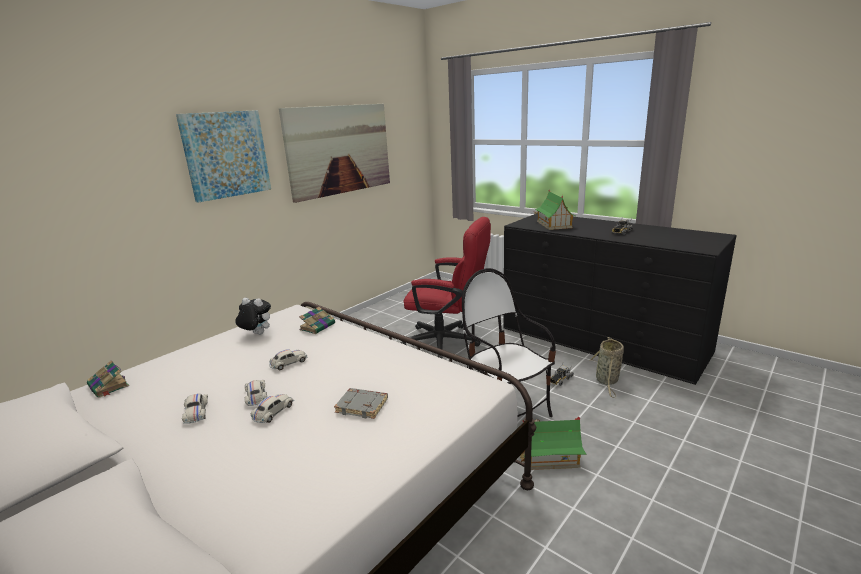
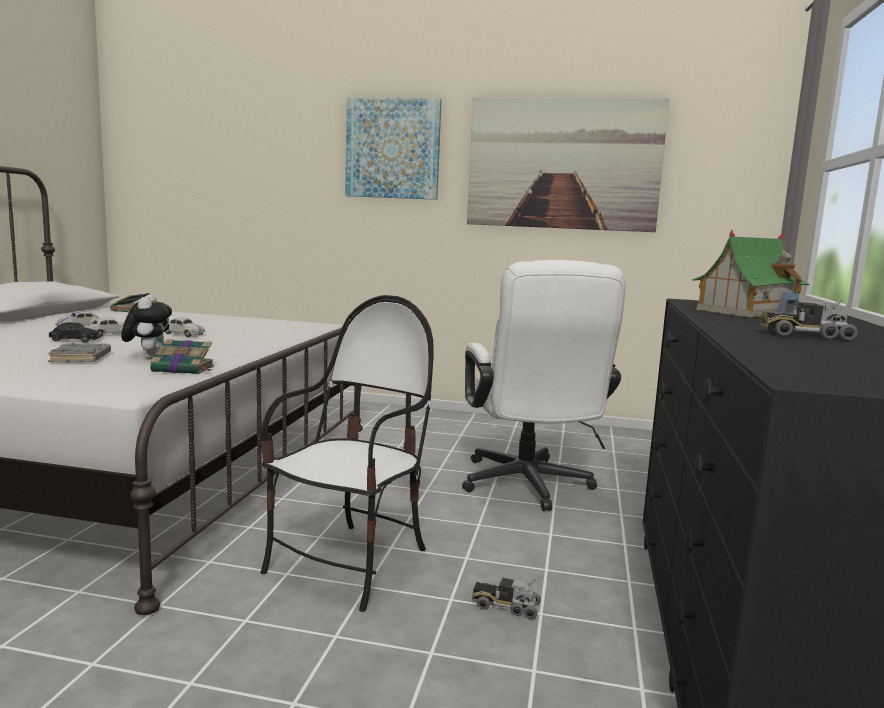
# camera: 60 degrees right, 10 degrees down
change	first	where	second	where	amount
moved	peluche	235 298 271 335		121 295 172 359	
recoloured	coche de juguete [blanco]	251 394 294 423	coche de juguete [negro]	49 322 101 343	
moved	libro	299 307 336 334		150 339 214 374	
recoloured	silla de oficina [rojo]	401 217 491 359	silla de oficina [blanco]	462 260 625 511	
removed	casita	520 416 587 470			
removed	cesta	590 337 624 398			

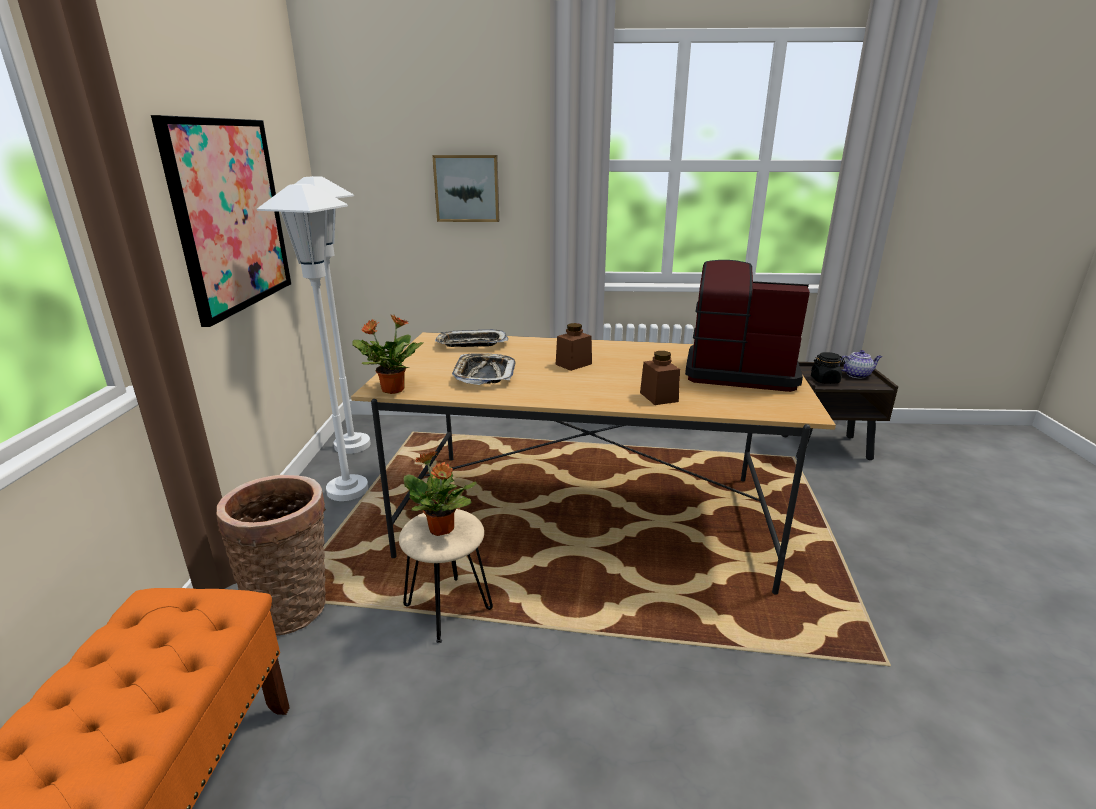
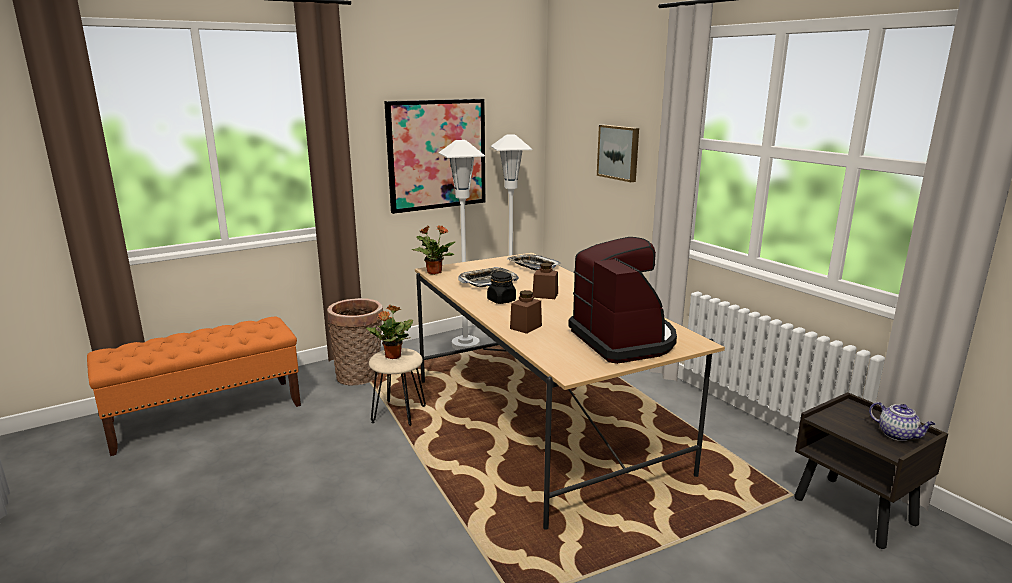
# camera: 55 degrees right, 5 degrees down
change	first	where	second	where	amount
moved	tarro [negro]	811 352 845 384		487 272 516 304	

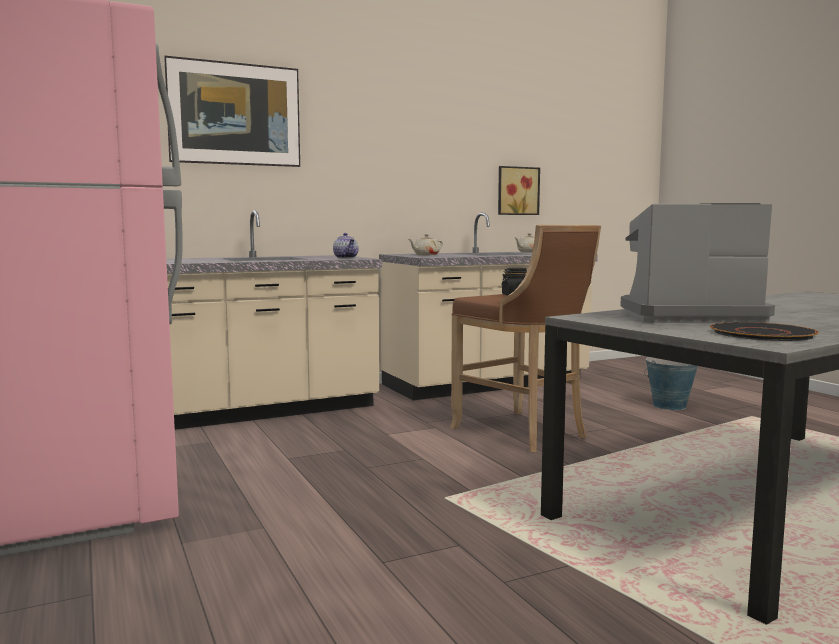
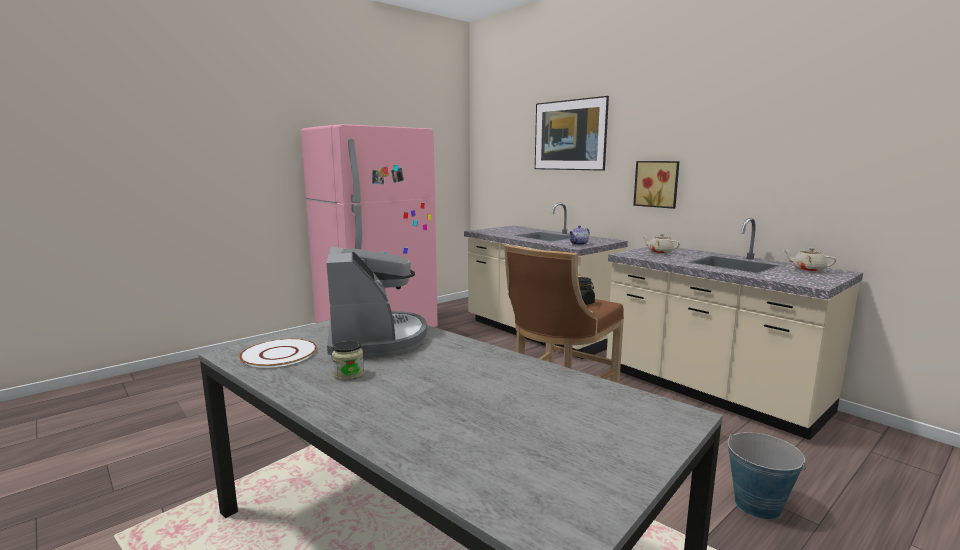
# camera: 75 degrees right, 5 degrees up
change	first	where	second	where	amount
moved	cuadro	498 166 540 215		633 161 680 209	
recoloured	plato [negro]	710 322 819 341	plato [blanco]	239 339 317 368	
added			tarro	332 340 364 380	

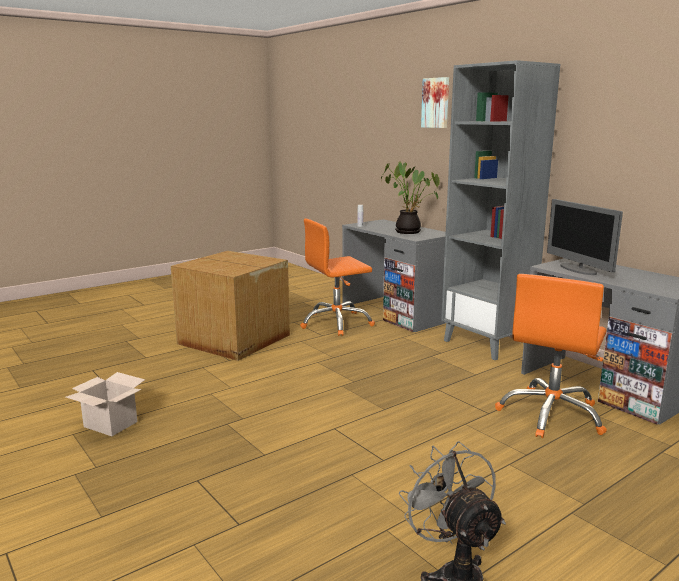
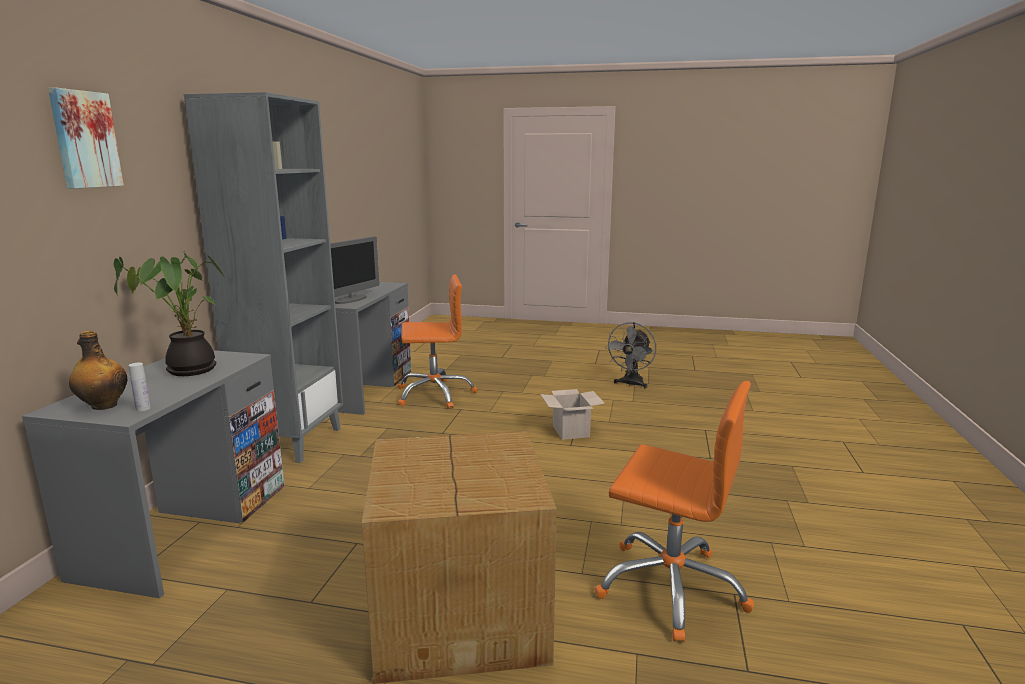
# camera: 130 degrees left, 0 degrees up
change	first	where	second	where	amount
moved	caja de cartón	66 372 145 436		540 389 605 440	
moved	silla de oficina [naranja]	300 219 375 336		594 381 754 642	
added			botella	69 331 127 410	

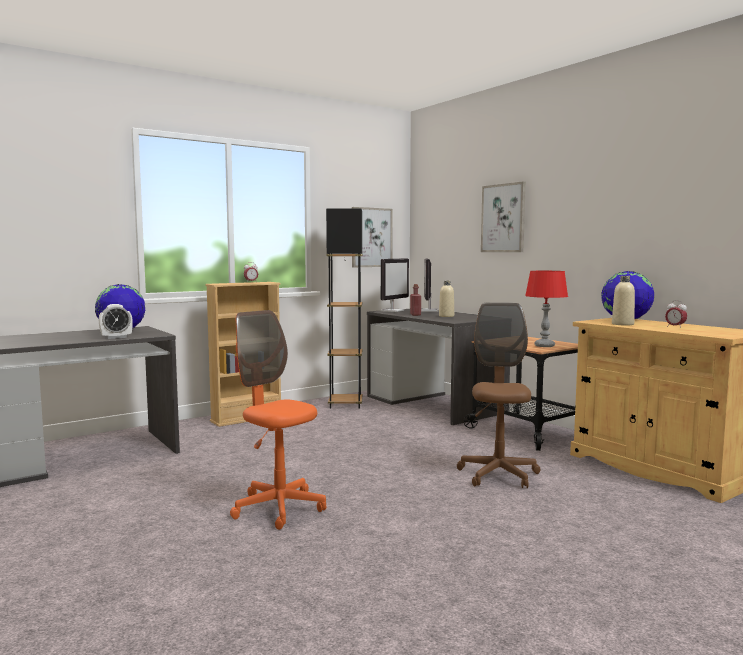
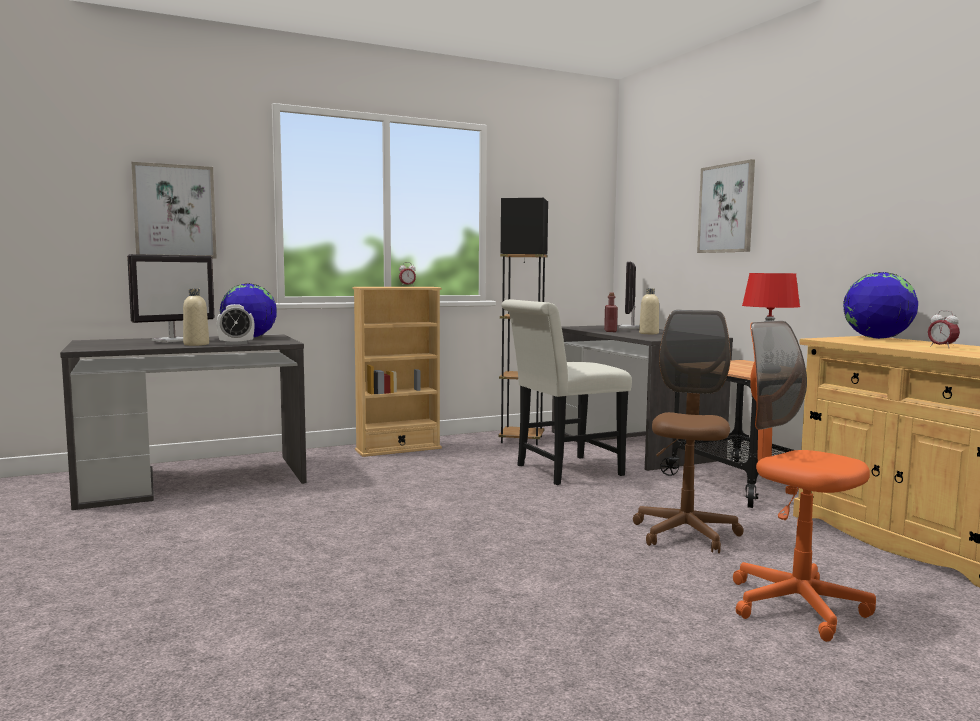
# camera: 10 degrees right, 0 degrees up
change	first	where	second	where	amount
moved	silla de oficina [naranja]	230 310 327 530		733 321 876 642	
moved	cuadro	352 207 393 267		132 162 217 258	
moved	monitor	381 258 409 312		127 254 214 343	
moved	botella [beis]	612 276 635 326		183 288 209 346	
added			silla [blanco]	501 299 632 485	

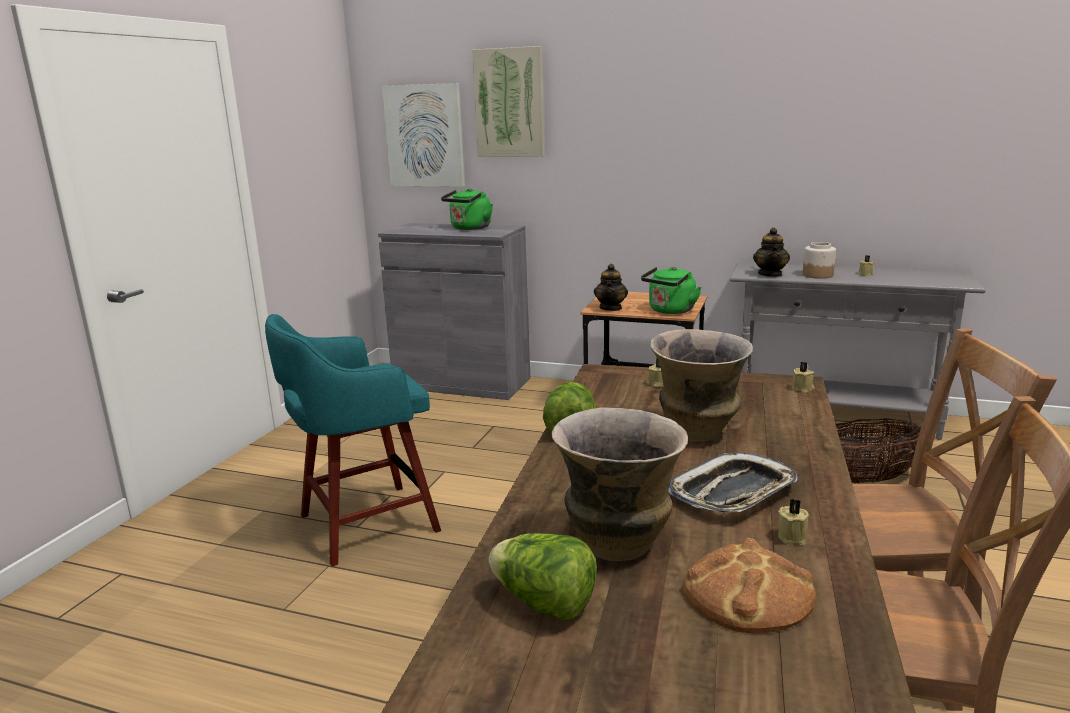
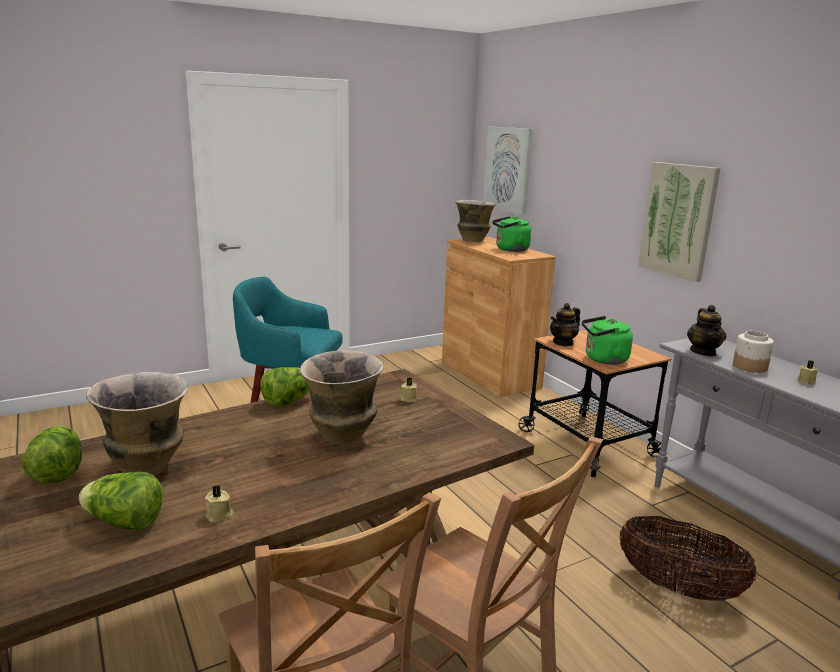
# camera: 40 degrees right, 0 degrees up
change	first	where	second	where	amount
recoloured	armario [gris]	378 223 530 400	armario [marrón]	442 237 556 397	
moved	cuadro	472 46 545 157		638 162 720 282	
removed	bandeja	668 452 798 512			
replaced	pan	683 538 816 633	lechuga	79 471 163 531	
turned	tetera	753 228 790 277		687 305 726 356	45 degrees counterclockwise
removed	vela [beis]	792 362 815 393			
added			florero	455 200 496 242	

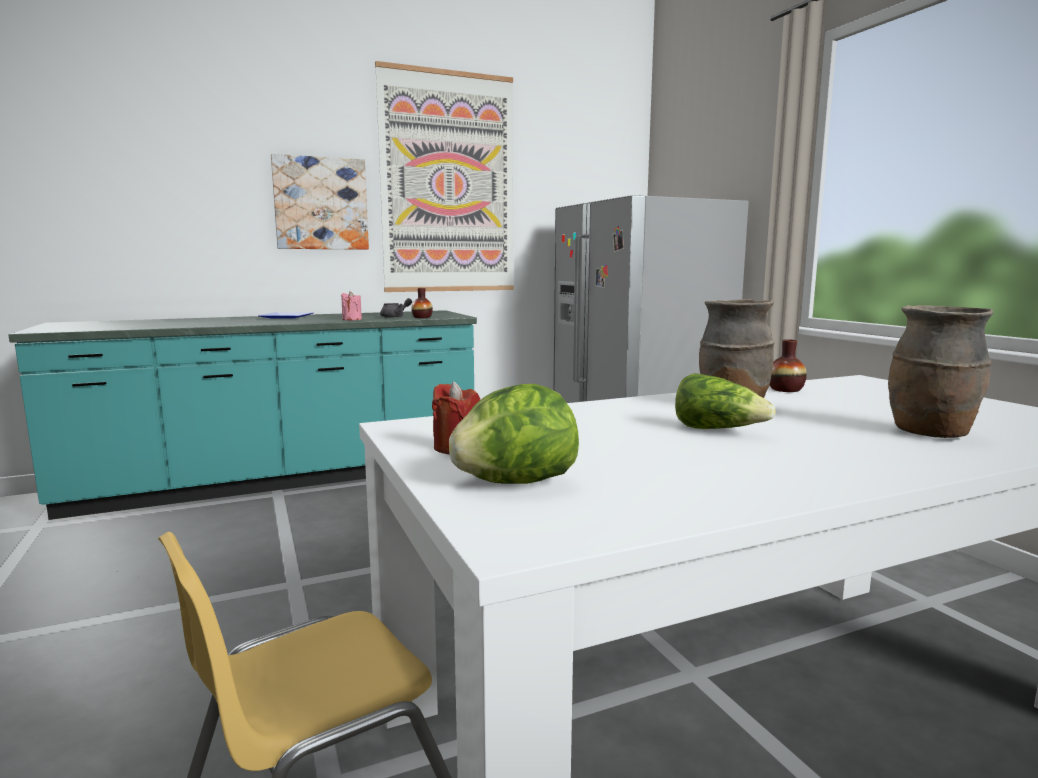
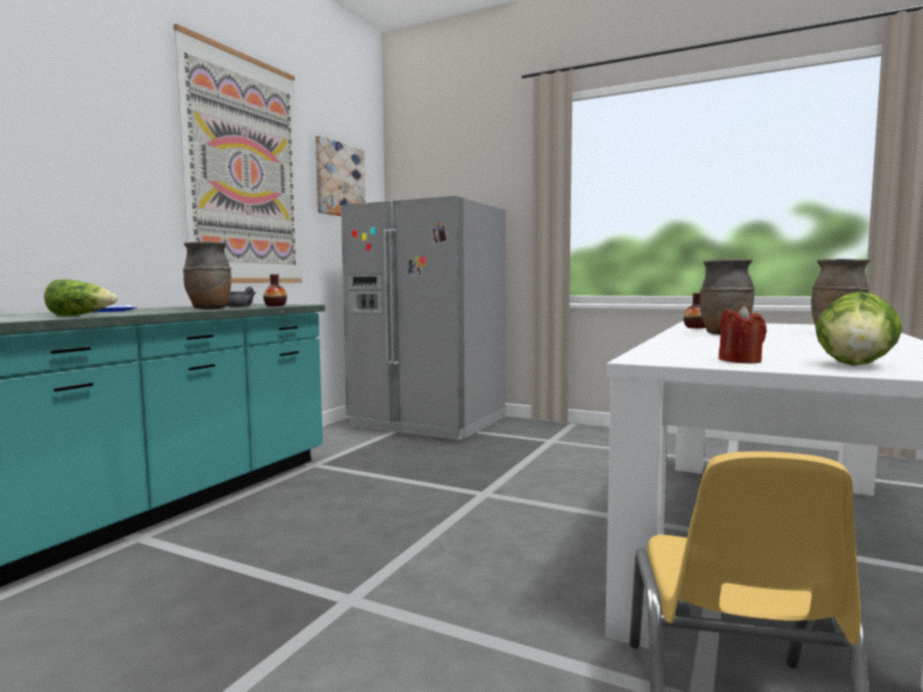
# camera: 40 degrees left, 5 degrees down
change	first	where	second	where	amount
moved	cuadro	271 154 369 250		315 135 365 216	
replaced	vela [rosa]	341 291 362 320	florero [marrón]	183 241 232 309	
moved	lechuga	675 373 776 429		44 279 118 316	

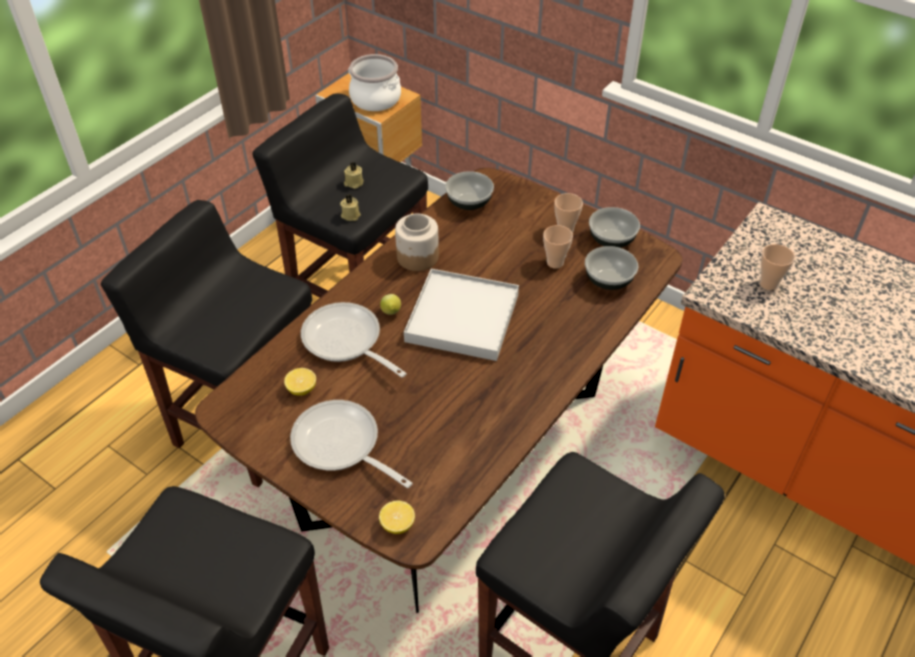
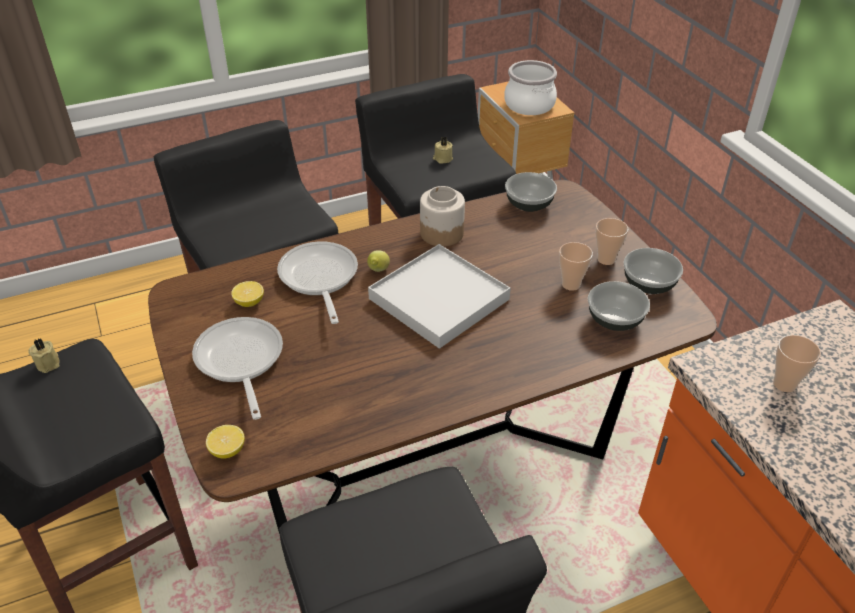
# camera: 30 degrees right, 5 degrees down
change	first	where	second	where	amount
moved	vela [beis]	340 194 361 221		29 338 60 373	

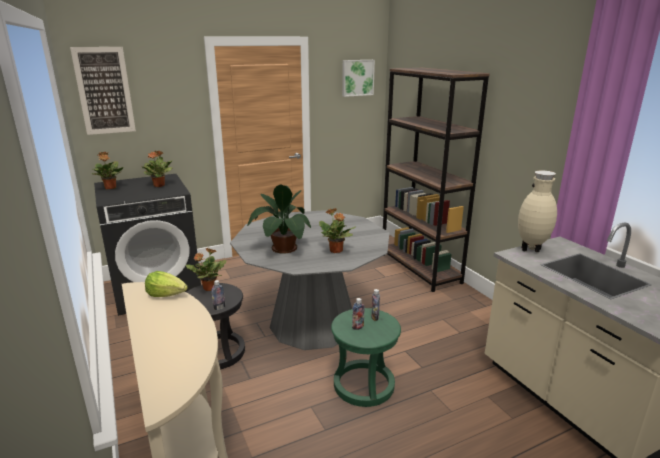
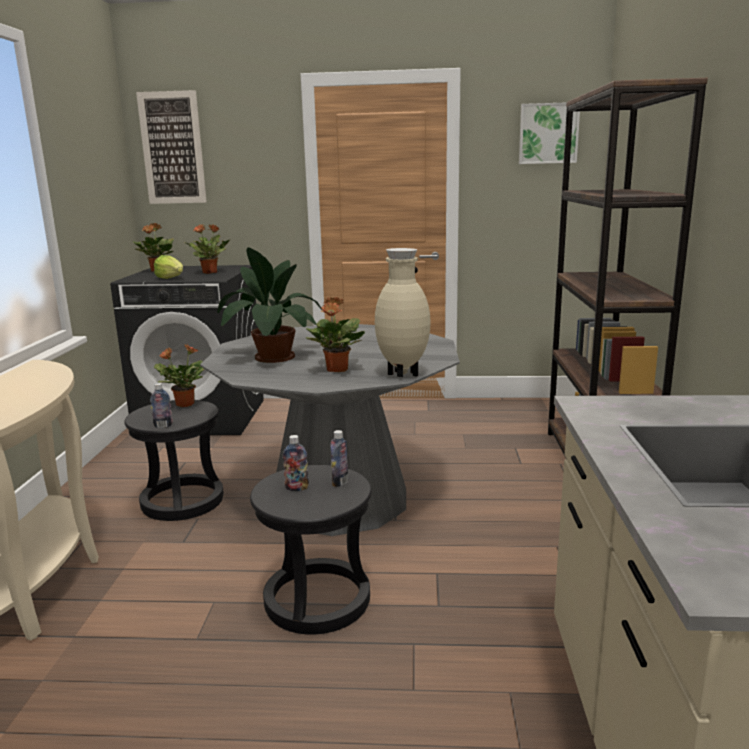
# camera: 30 degrees right, 5 degrees down
change	first	where	second	where	amount
moved	lechuga	145 271 188 297		154 255 183 279	
recoloured	taburete [verde]	331 308 401 407	taburete [negro]	250 465 372 635	
moved	florero [beis]	518 171 557 252		375 248 431 377	

